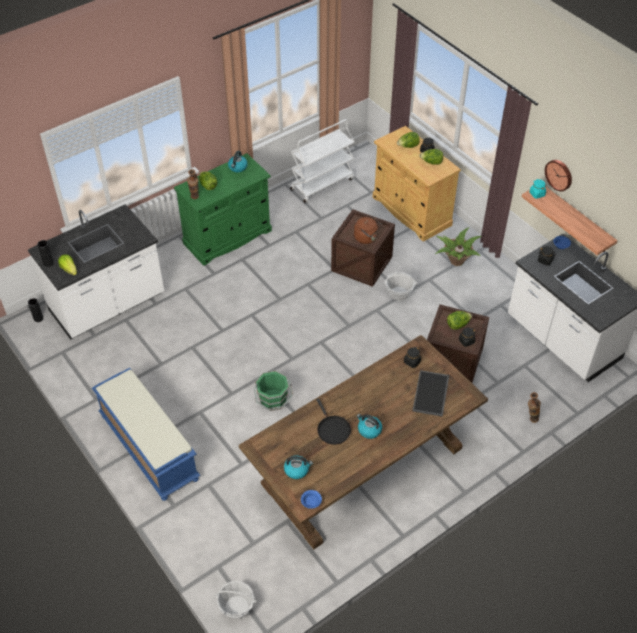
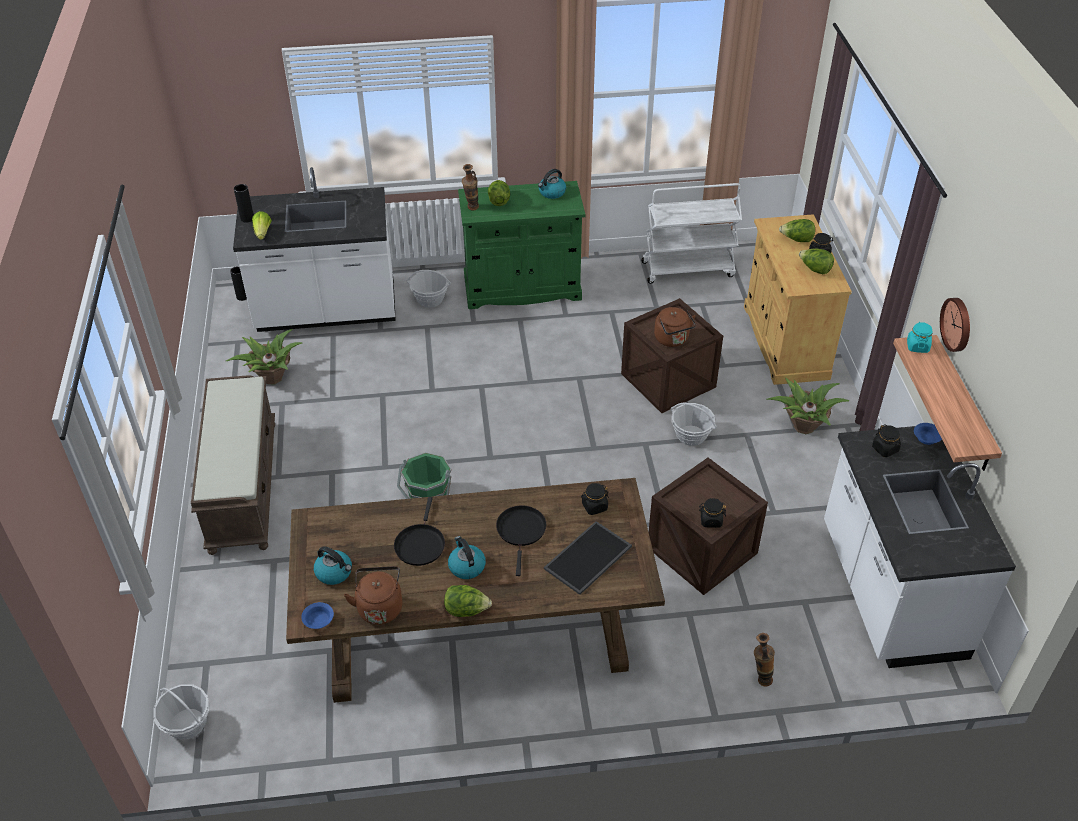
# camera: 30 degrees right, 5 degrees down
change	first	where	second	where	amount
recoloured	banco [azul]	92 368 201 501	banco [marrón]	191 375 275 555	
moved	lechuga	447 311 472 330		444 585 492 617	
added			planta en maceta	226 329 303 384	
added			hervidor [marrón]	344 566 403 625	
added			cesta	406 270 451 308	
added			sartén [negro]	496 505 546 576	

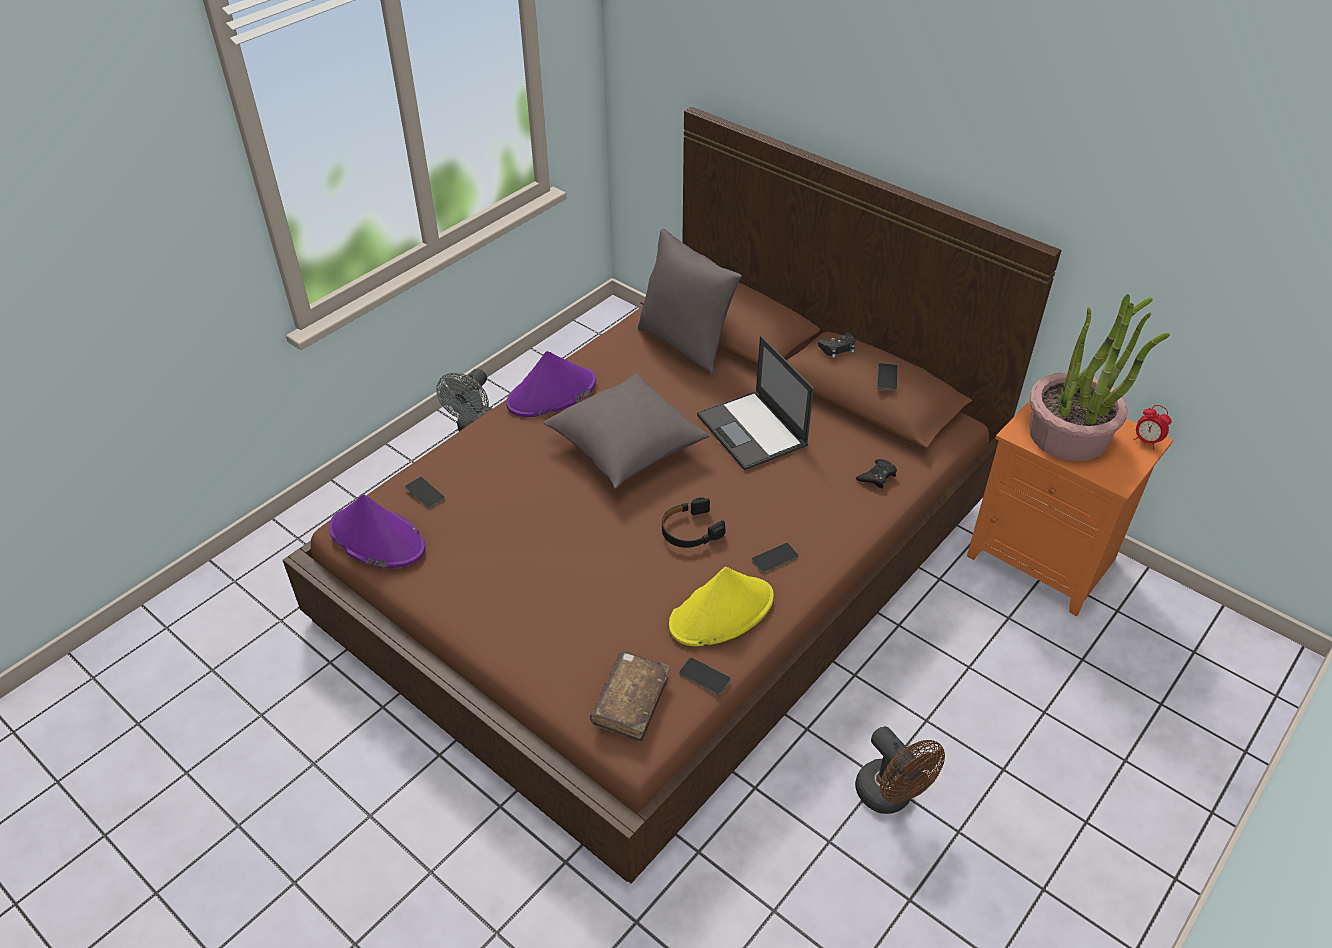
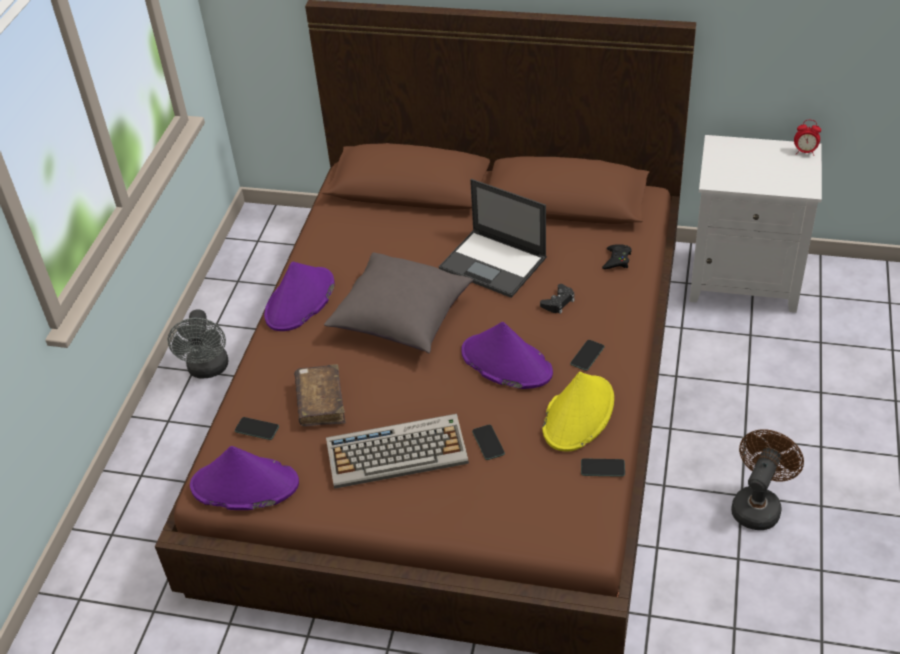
# camera: 25 degrees left, 0 degrees up
change	first	where	second	where	amount
moved	libro [marrón]	590 651 670 743		294 364 346 427	
removed	cojín [gris]	638 229 742 376			
replaced	auriculares [negro]	662 497 726 548	sombrero [morado]	461 322 553 389	
moved	mando de consola [negro]	818 332 856 358		540 284 575 314	
turned	ventilador [marrón]	855 726 945 814		731 429 804 530	90 degrees counterclockwise
moved	móvil	877 363 898 391		472 425 505 460	
recoloured	mesita de noche [naranja]	967 400 1173 616	mesita de noche [blanco]	689 135 822 313	
removed	planta en maceta	1029 294 1170 462			
added			teclado	326 414 469 489	

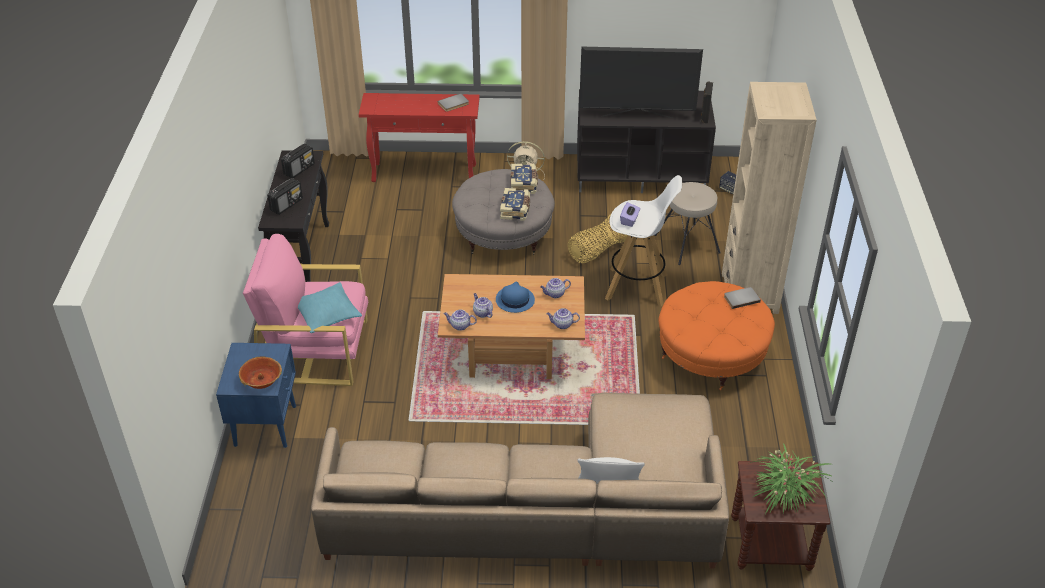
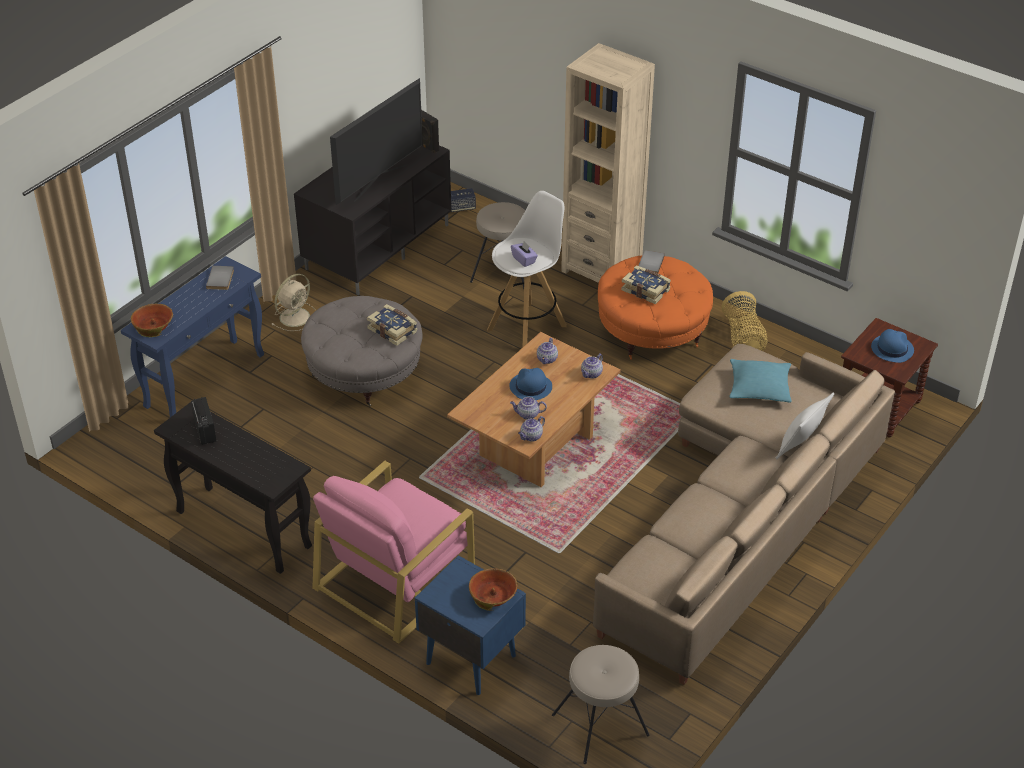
# camera: 55 degrees left, 0 degrees up
change	first	where	second	where	amount
removed	radio	267 179 303 215			
moved	cojín [turquesa]	298 282 362 333		729 359 792 402	
recoloured	mesa consola [rojo]	359 93 480 182	mesa consola [azul]	121 256 264 417	
moved	libro	511 163 538 194		621 265 671 304	
moved	cesta	568 214 627 263		721 291 768 351	
replaced	planta en maceta	750 443 835 514	sombrero [azul]	871 329 914 363	
added			cuenco	131 304 173 337	
added			taburete [beis]	552 645 650 764	

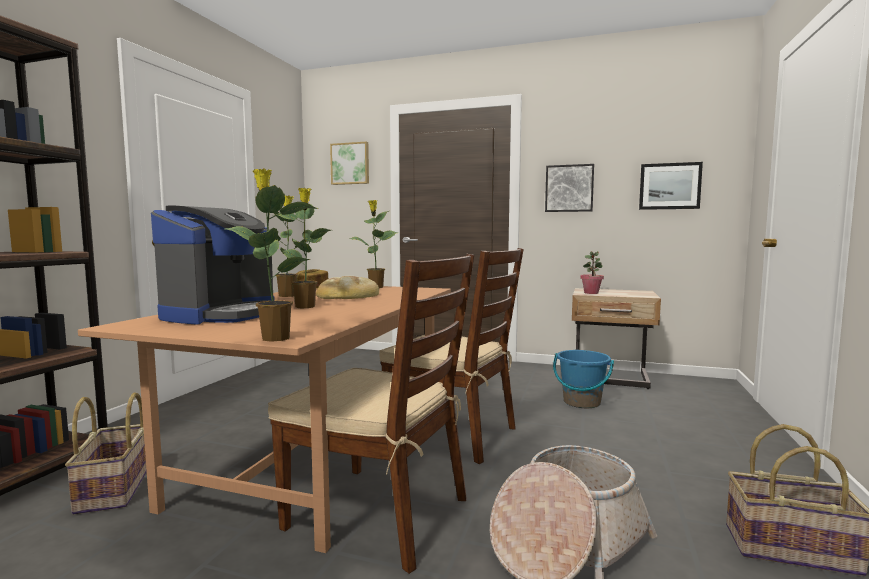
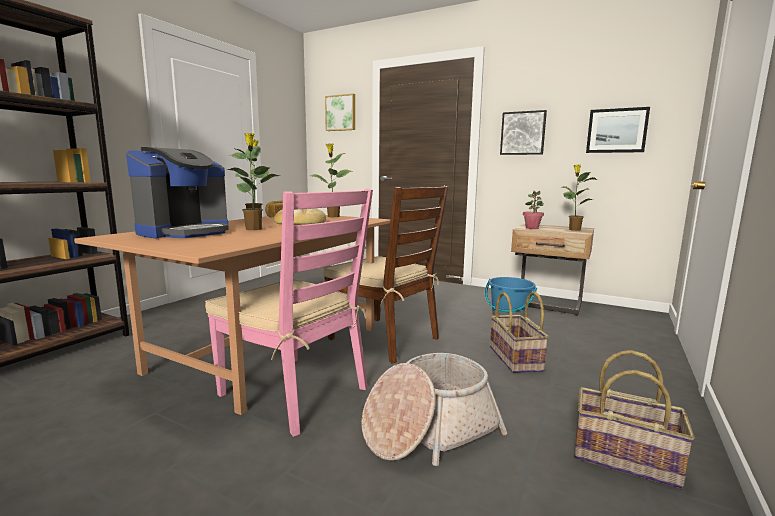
# camera: 10 degrees right, 5 degrees up
change	first	where	second	where	amount
moved	cesta	65 392 147 514		490 292 549 373	
moved	planta en maceta	226 168 318 342		561 164 597 231	
recoloured	silla [marrón]	268 254 474 574	silla [rosa]	205 189 373 437	

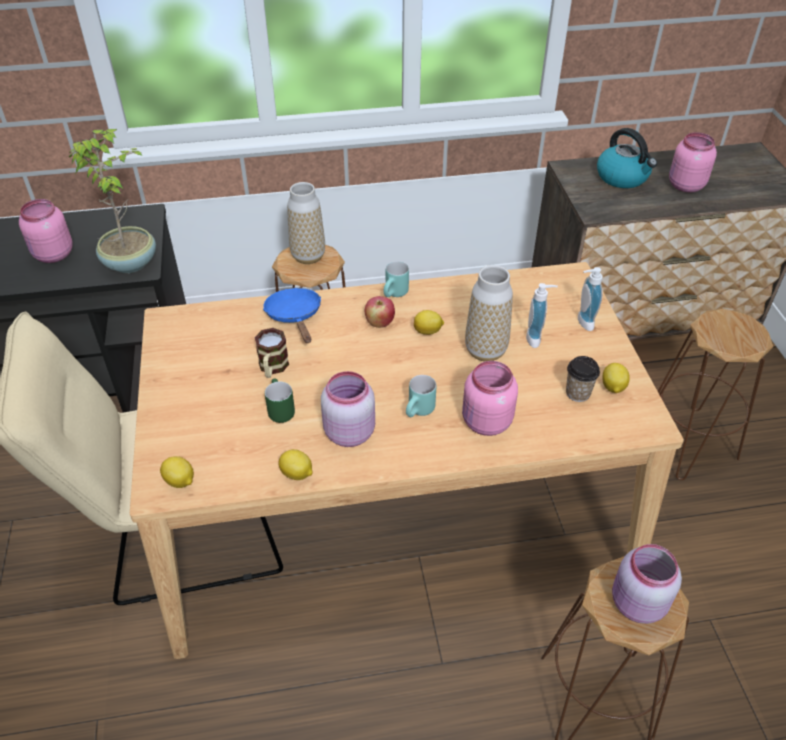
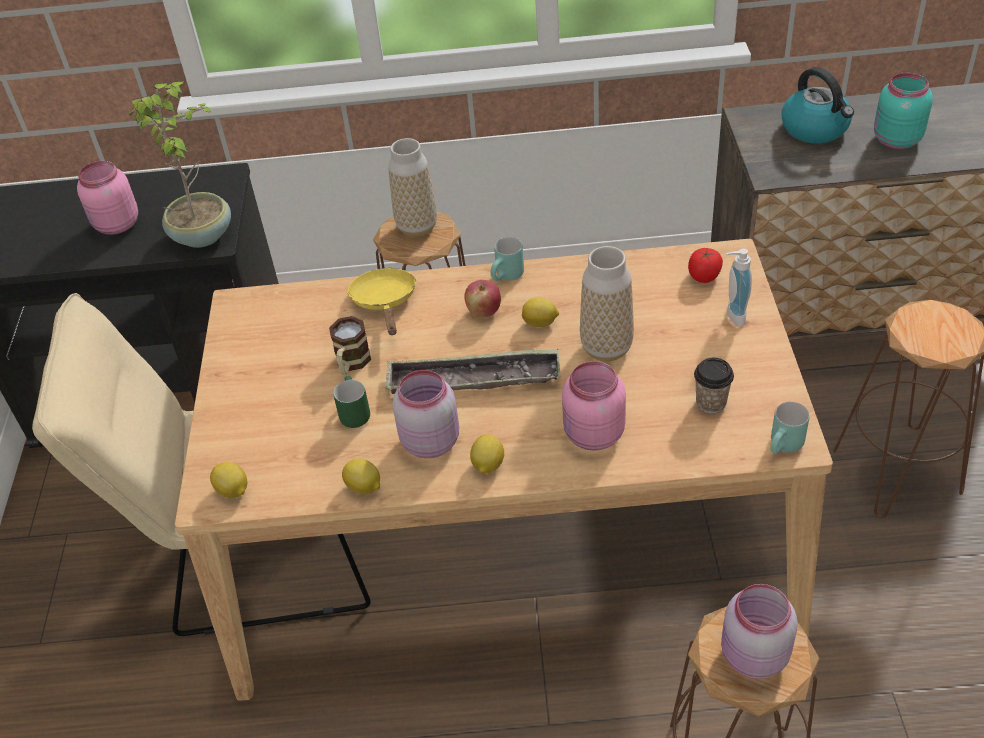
# camera: 10 degrees right, 0 degrees up
change	first	where	second	where	amount
recoloured	sartén [azul]	263 288 321 343	sartén [amarillo]	347 268 417 335	
moved	taza grande [turquesa]	406 375 436 417		770 402 809 454	
removed	dispensador de jabón	526 283 558 348			
moved	limón	602 363 630 393		470 435 504 474	
recoloured	tarro [rosa]	669 132 717 192	tarro [turquesa]	874 72 933 149	
added			bandeja	385 349 561 394	
added			tomate	688 248 723 283	

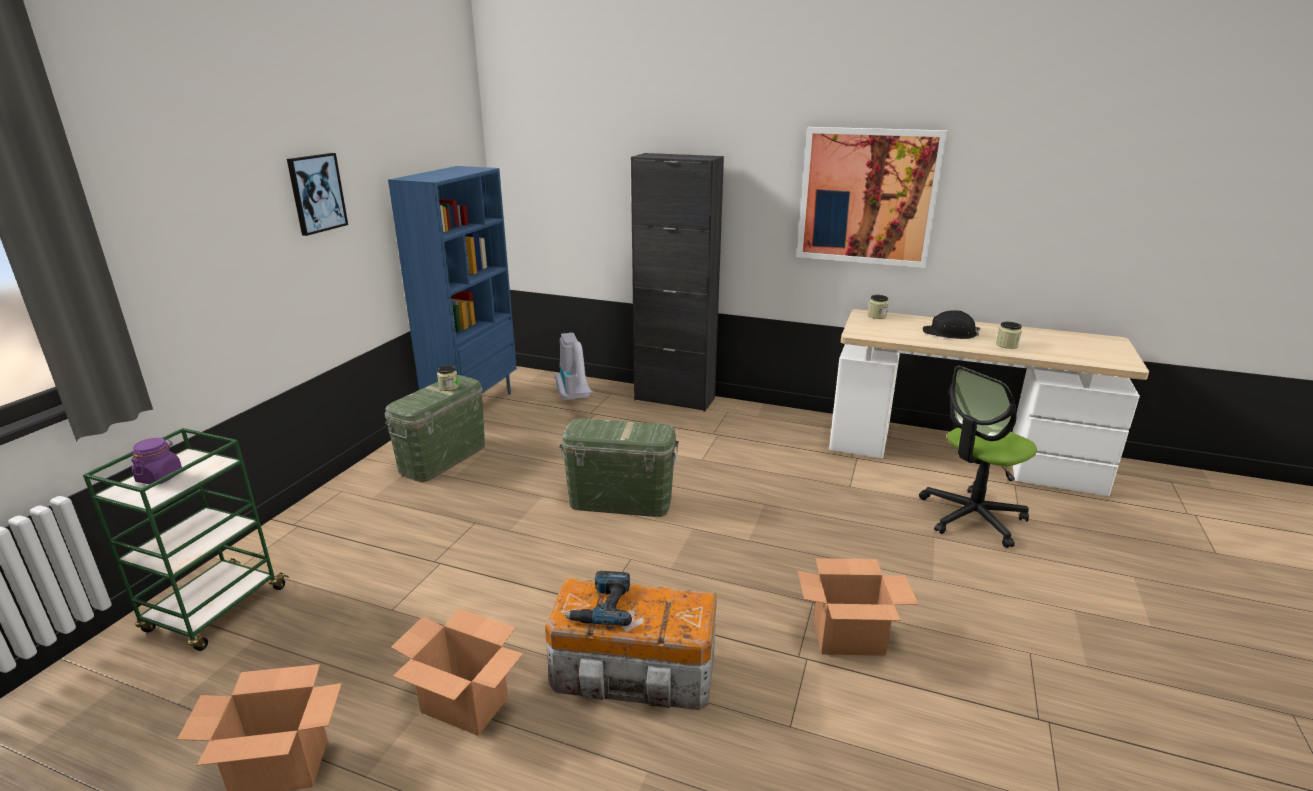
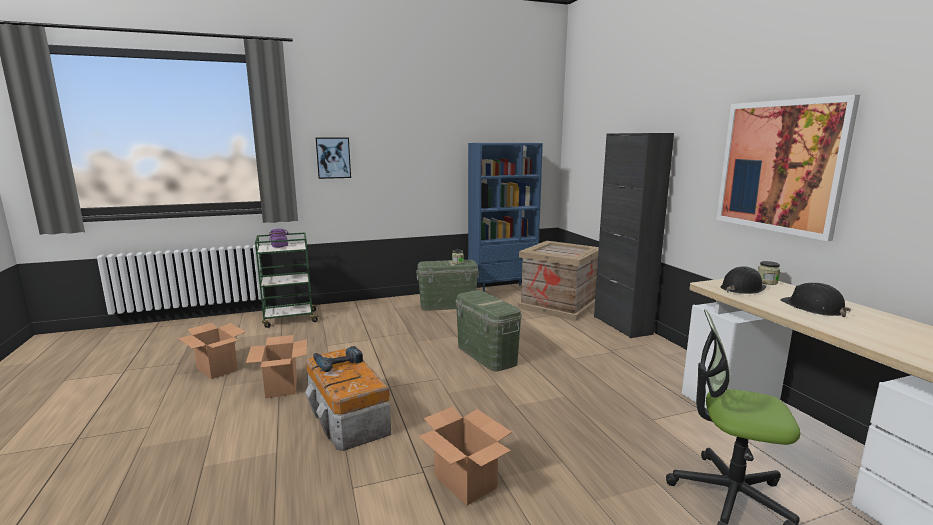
# camera: 50 degrees right, 10 degrees down
change	first	where	second	where	amount
moved	cuadro	287 153 348 236		316 138 351 179	
replaced	aspiradora	555 333 594 401	caja de embalaje	517 241 599 321	
removed	tarro	996 322 1022 349			
added			casco [negro]	720 267 766 294	

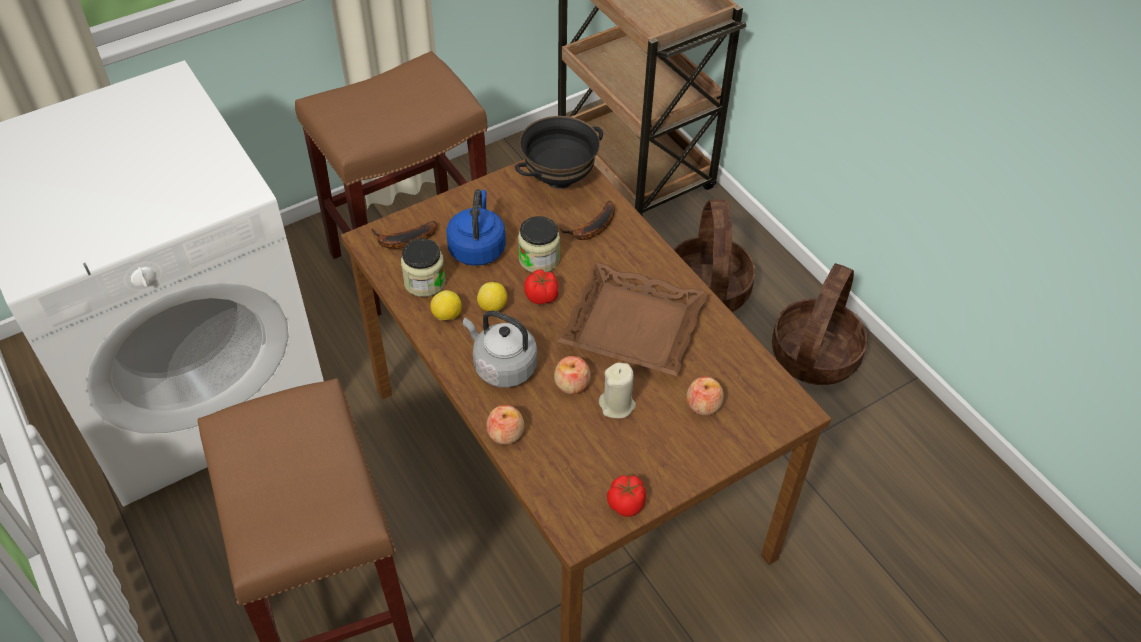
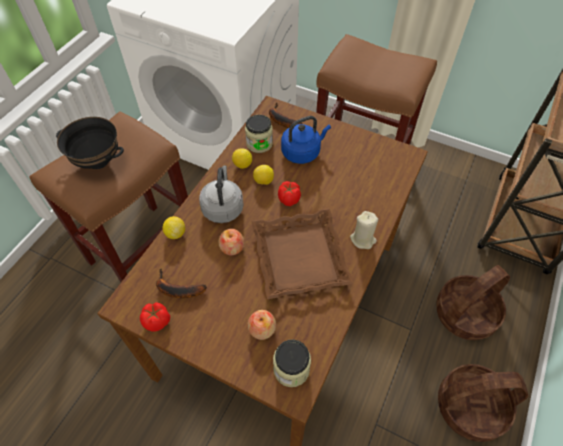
# camera: 60 degrees right, 5 degrees up
change	first	where	second	where	amount
replaced	manzana	486 405 524 445	limón	162 216 185 239	
moved	cuenco [negro]	515 116 603 189		56 117 124 169	
moved	tarro	518 216 560 273		273 340 311 387	
moved	plátano	559 201 615 240		156 269 207 298	
moved	vela [beis]	599 363 636 418		350 211 378 249	

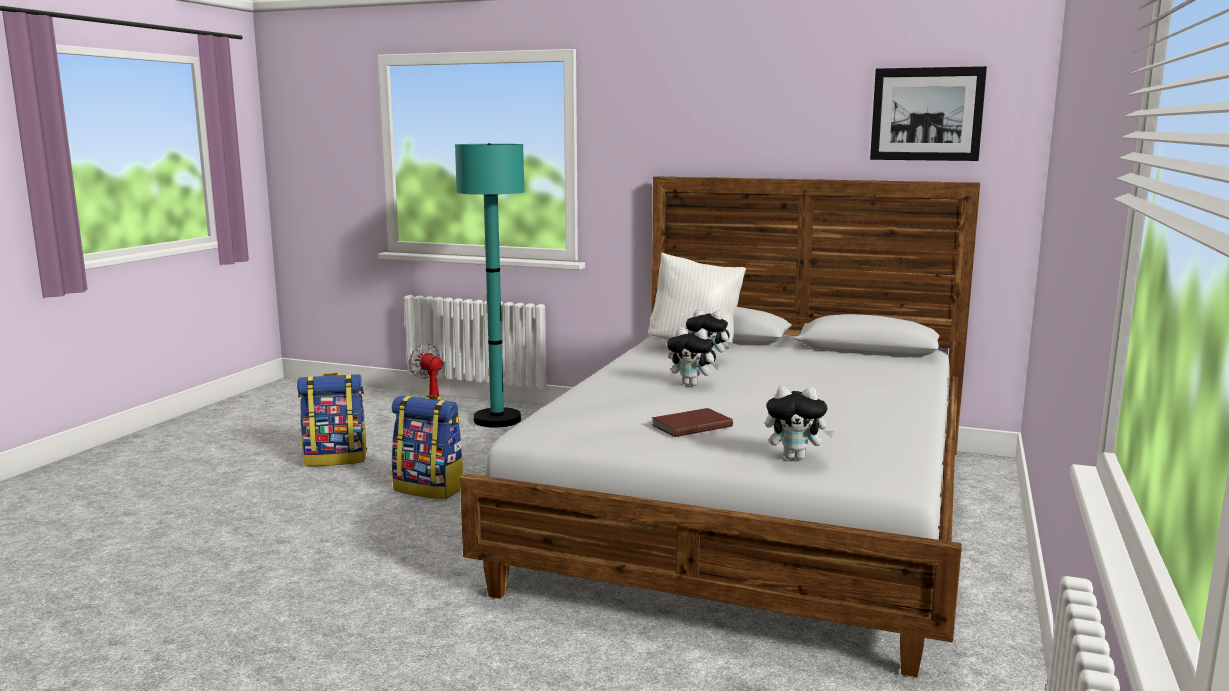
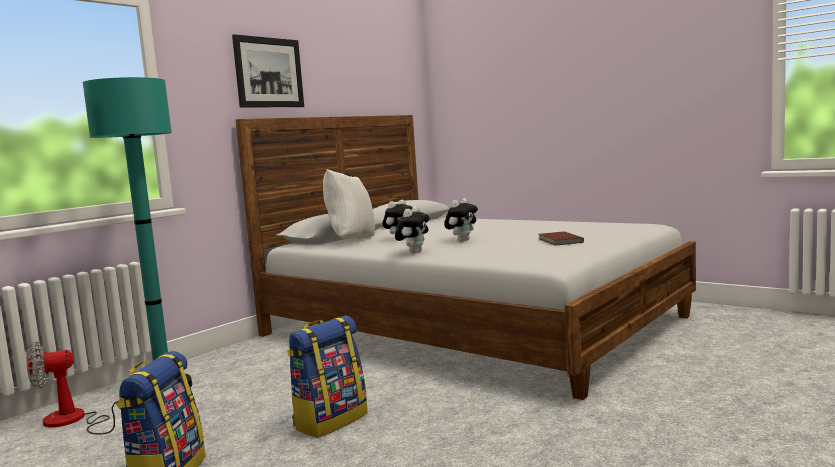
# camera: 70 degrees left, 5 degrees down
change	first	where	second	where	amount
moved	peluche	765 386 834 460		395 207 430 253	
moved	cuadro	870 66 987 161		232 34 304 108	

